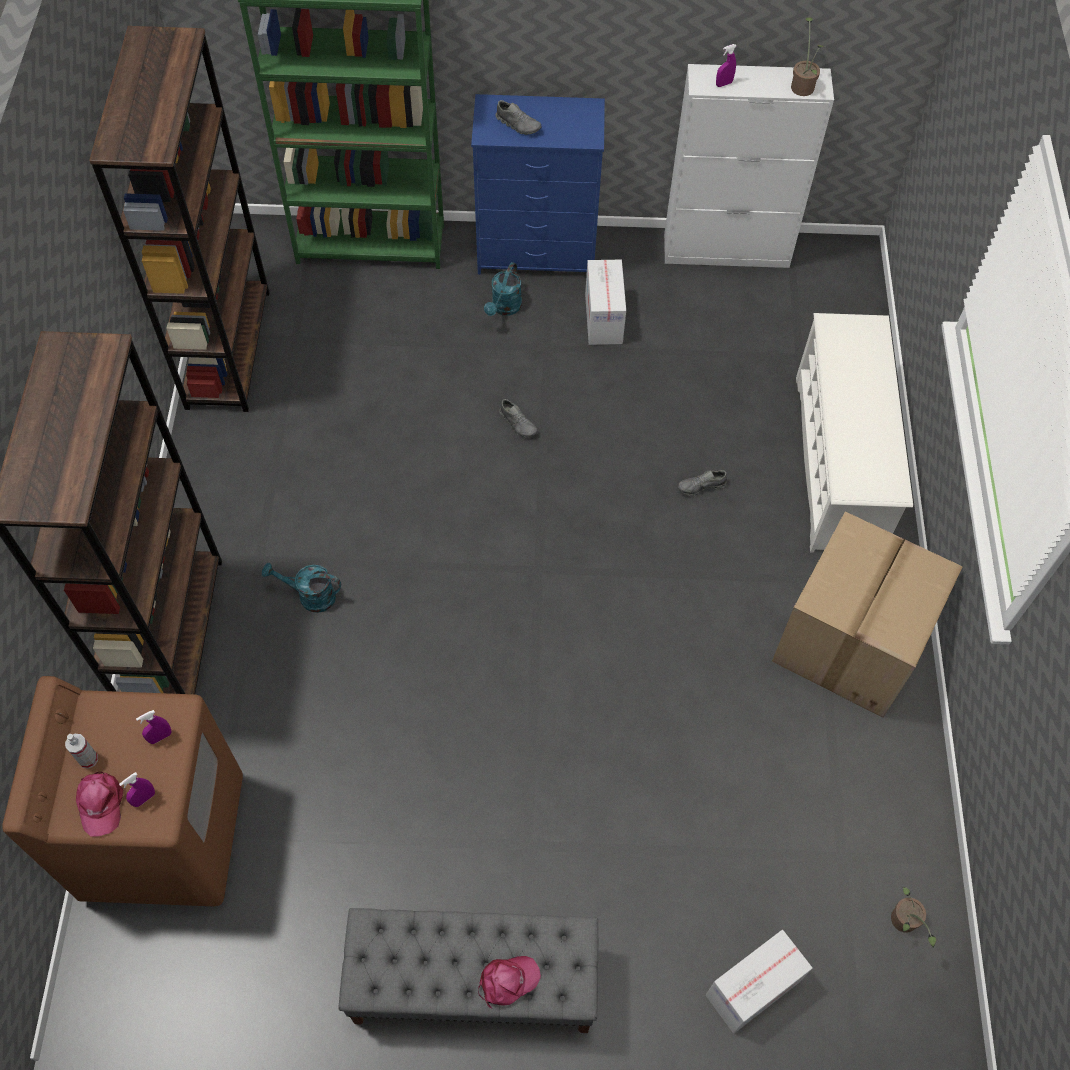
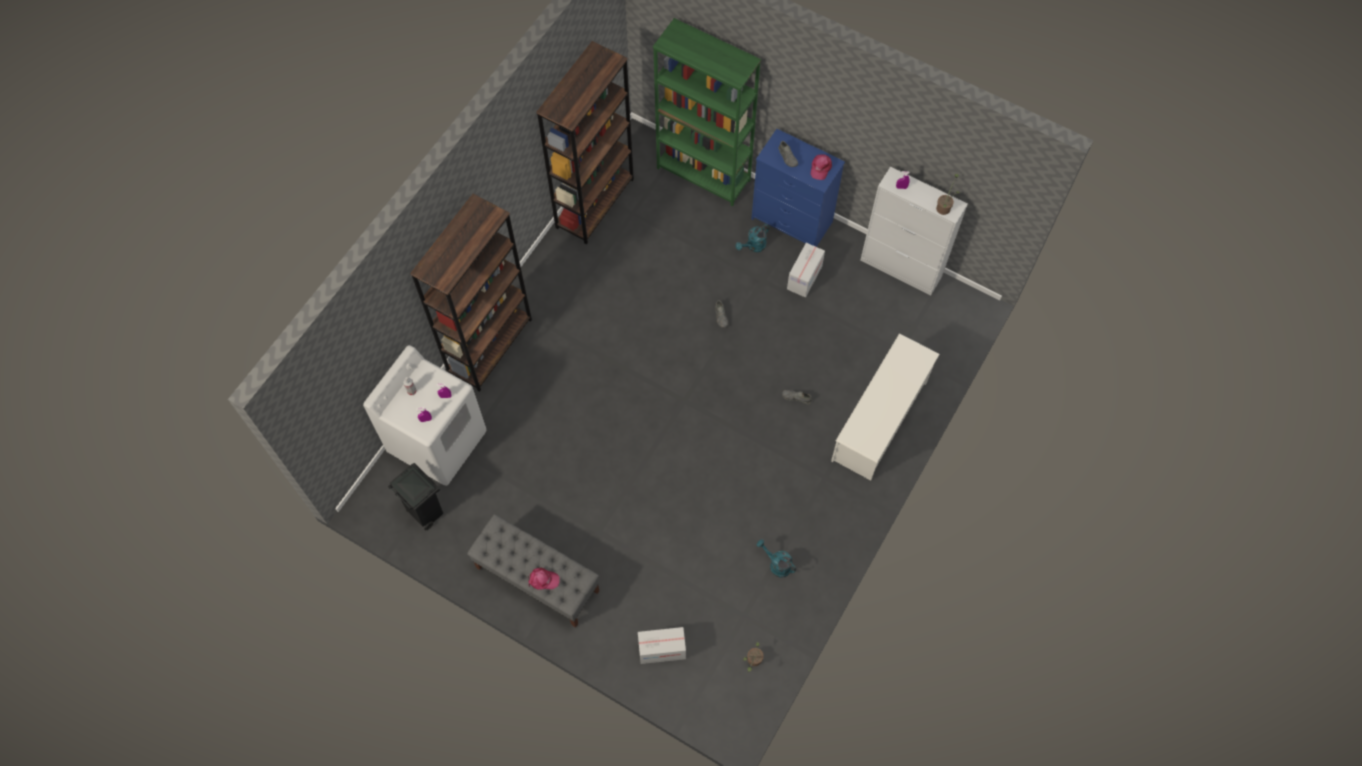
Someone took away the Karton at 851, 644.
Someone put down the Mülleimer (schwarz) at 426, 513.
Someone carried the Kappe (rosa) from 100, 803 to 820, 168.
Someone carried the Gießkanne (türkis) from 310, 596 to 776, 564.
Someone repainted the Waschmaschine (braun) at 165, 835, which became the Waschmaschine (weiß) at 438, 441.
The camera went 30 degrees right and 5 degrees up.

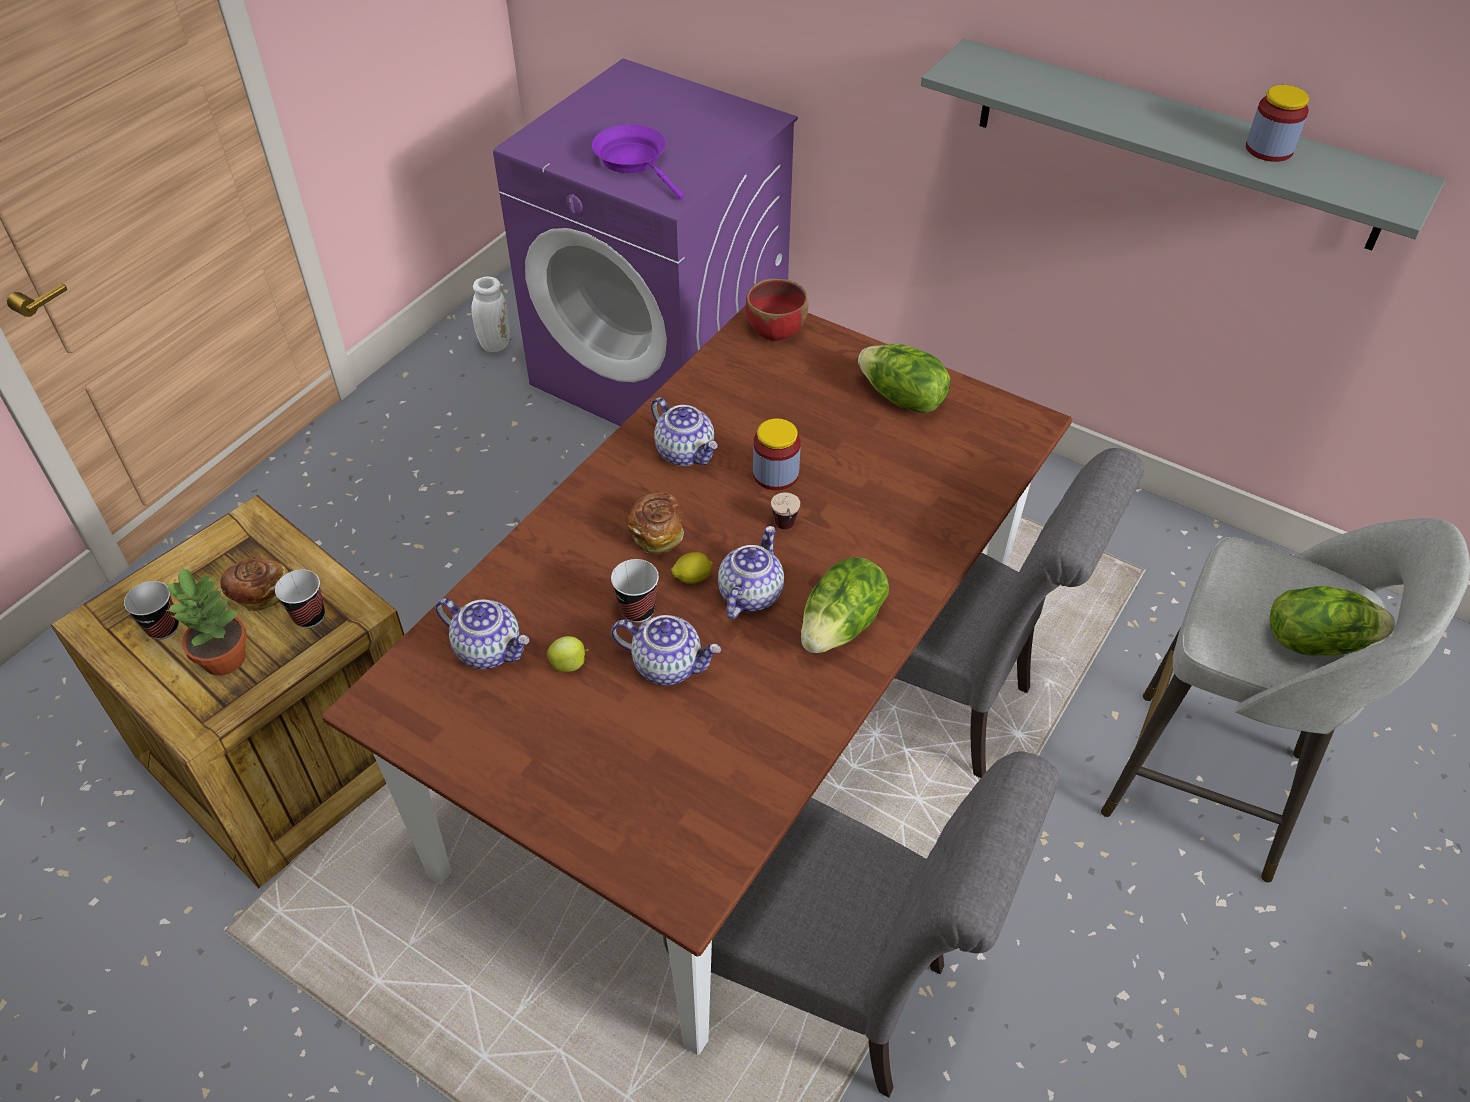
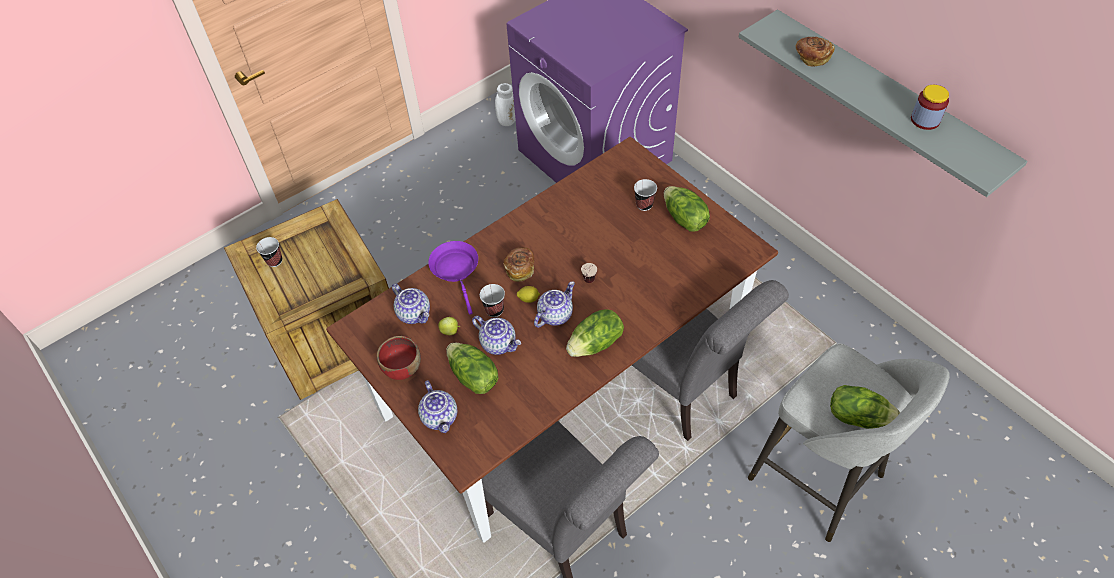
Someone took away the Topfpflanze at 225, 657.
Someone took away the Vorratsglas at 775, 474.
Someone put down the Salatkopf at 473, 377.
Someone carried the Brot from 259, 593 to 811, 57.
Someone carried the Tasse from 309, 616 to 644, 205.
Someone carried the Pfanne (lila) from 634, 161 to 456, 270.
Someone carried the Teekanne from 686, 452 to 440, 417.
Someone carried the Schüssel (rot) from 776, 330 to 402, 368.
The camera went 20 degrees right and 5 degrees up.

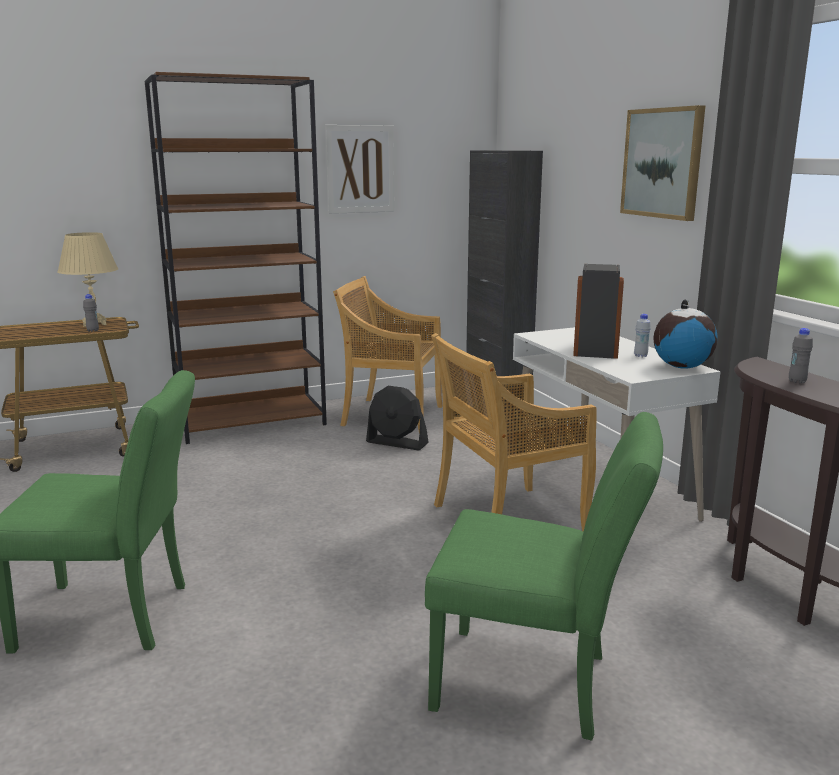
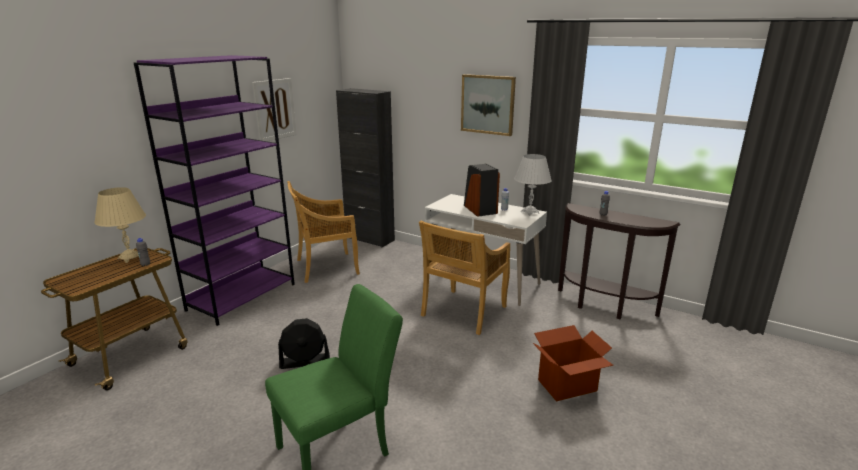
Someone carried the Ventilator (schwarz) from 397, 443 to 305, 361.
Someone swapped the Stuhl (grün) at 536, 684 for the Karton at 567, 386.
Someone swapped the Globus at 681, 367 for the Tischlampe (weiß) at 530, 212.
Someone repainted the Bücherregal (braun) at 252, 422, which became the Bücherregal (lila) at 242, 296.
The camera went 35 degrees left and 5 degrees up.

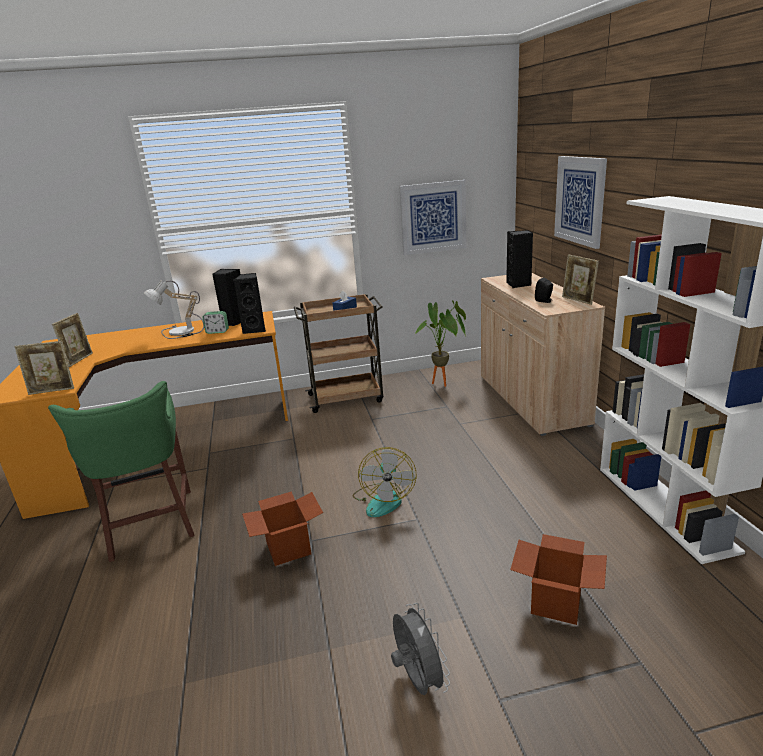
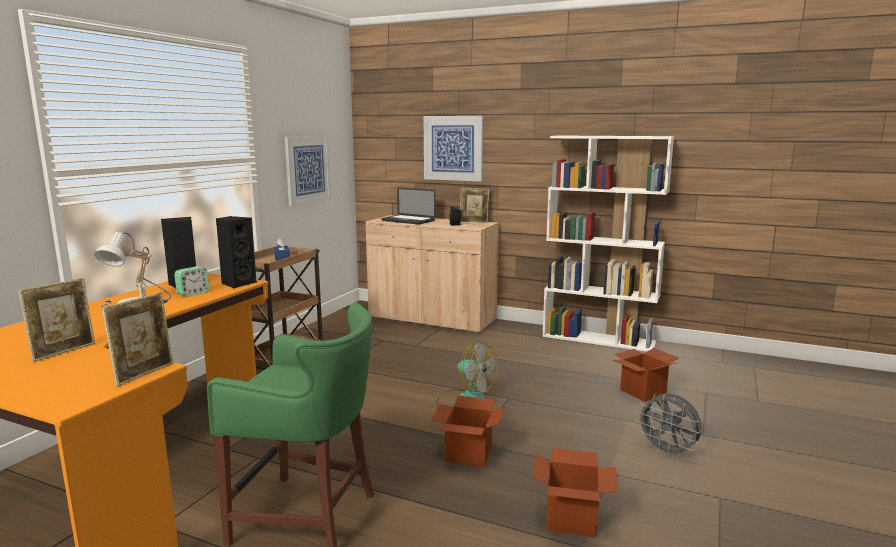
Someone took away the Topfpflanze at 445, 383.
Someone put down the Karton at 571, 520.
Someone swapped the Lautsprecher (schwarz) at 519, 284 for the Laptop at 408, 220.
Someone rotated the Bilderrahmen at 79, 360 by 75 degrees clockwise.
Someone rotated the Ventilator (grau) at 418, 680 by 150 degrees counterclockwise.
The camera went 55 degrees left and 10 degrees down.

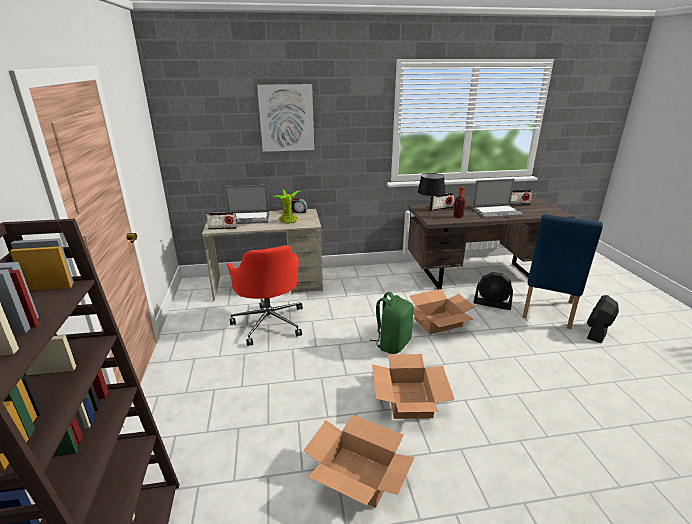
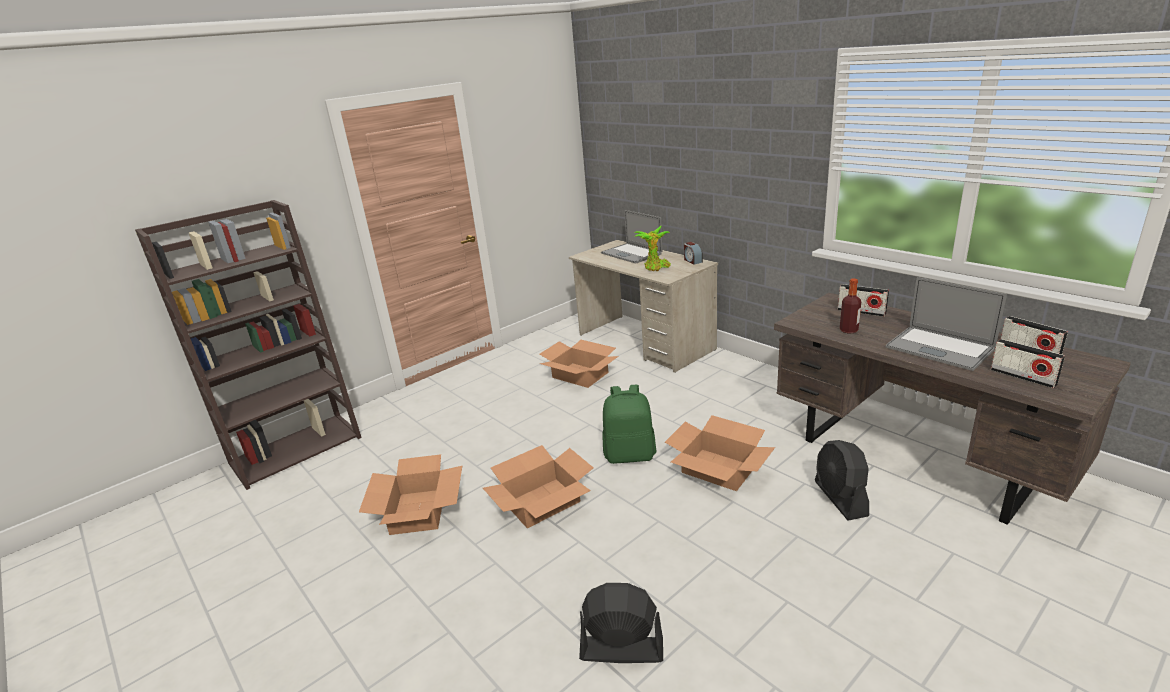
Someone took away the Bild at 286, 118.
Someone took away the Tischlampe (schwarz) at 429, 215.
Someone took away the Stuhl (blau) at 547, 312.
Someone carried the Radio from 223, 228 to 1023, 377.
Someone carried the Ventilator (schwarz) from 597, 332 to 621, 649.
Someone swapped the Bürostuhl (rot) at 269, 322 for the Karton at 580, 375.
The camera went 60 degrees right and 0 degrees up.

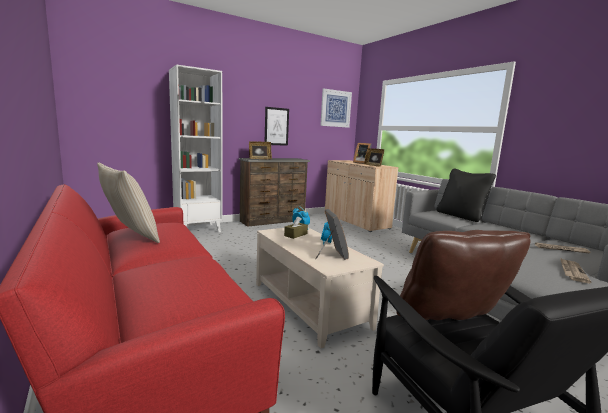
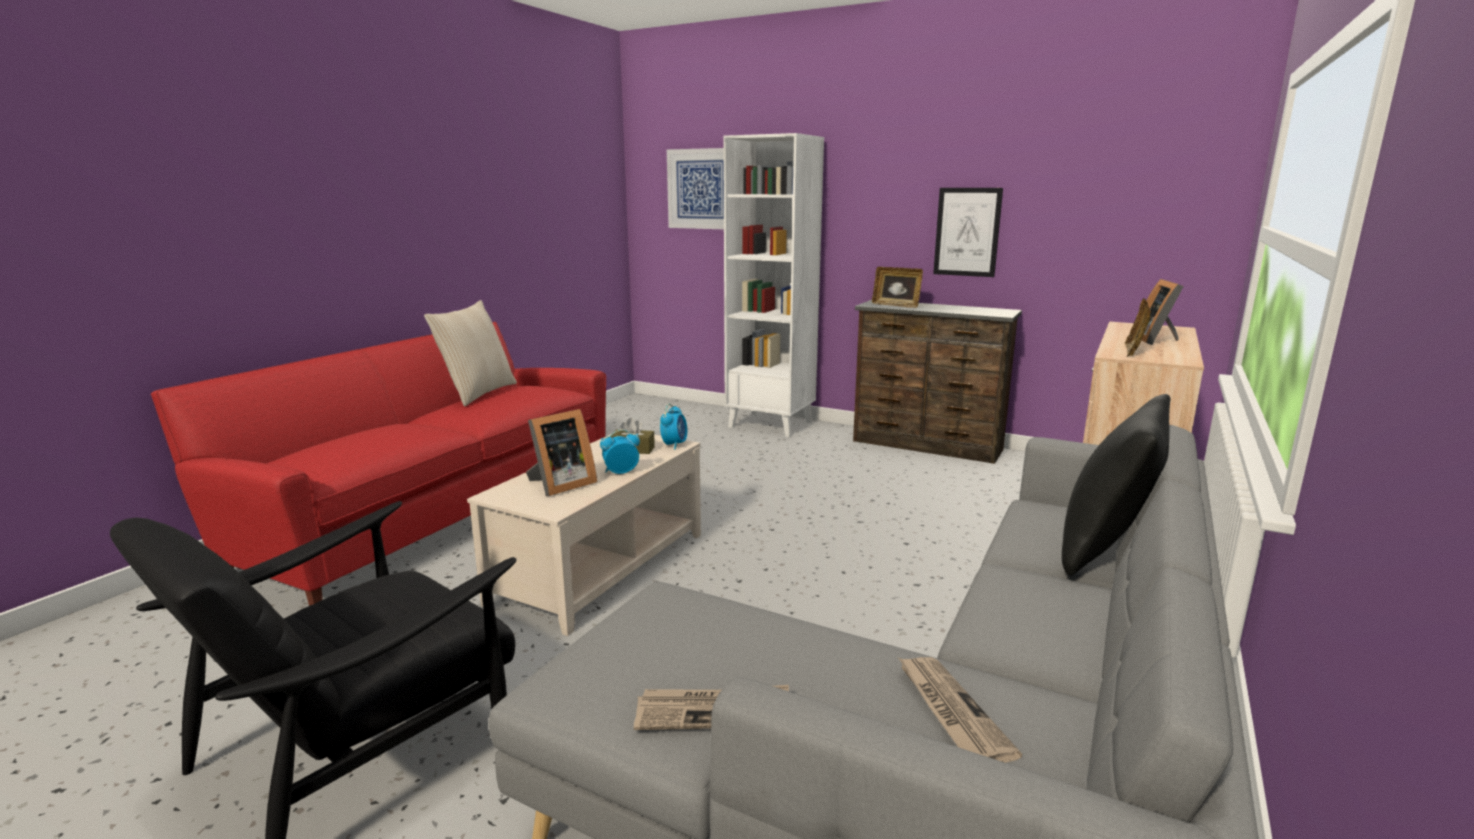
Someone took away the Kissen (braun) at 452, 324.
Someone carried the Bild from 335, 108 to 701, 189.
The camera went 60 degrees right and 5 degrees up.

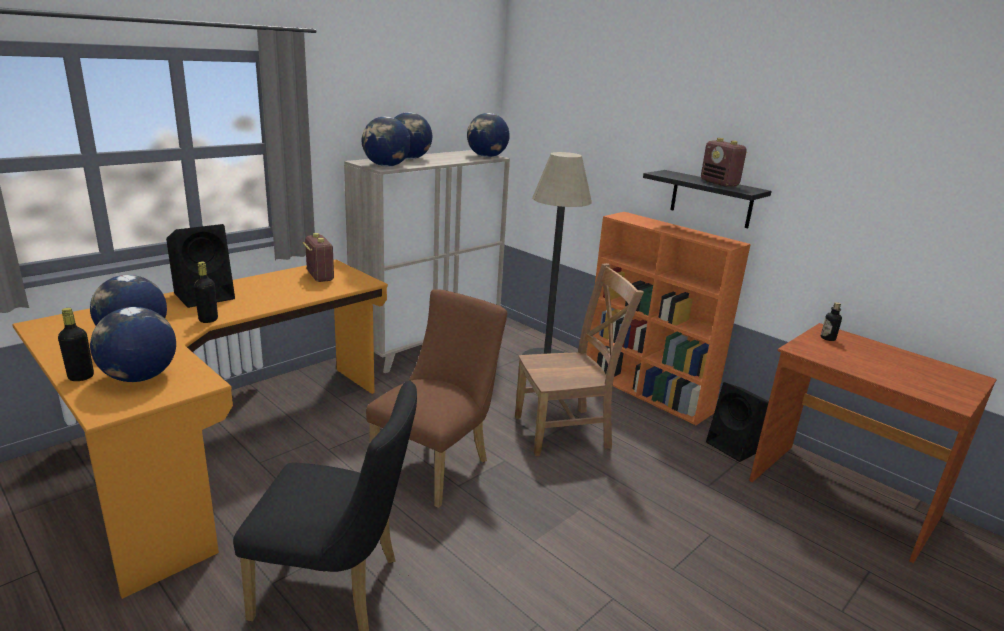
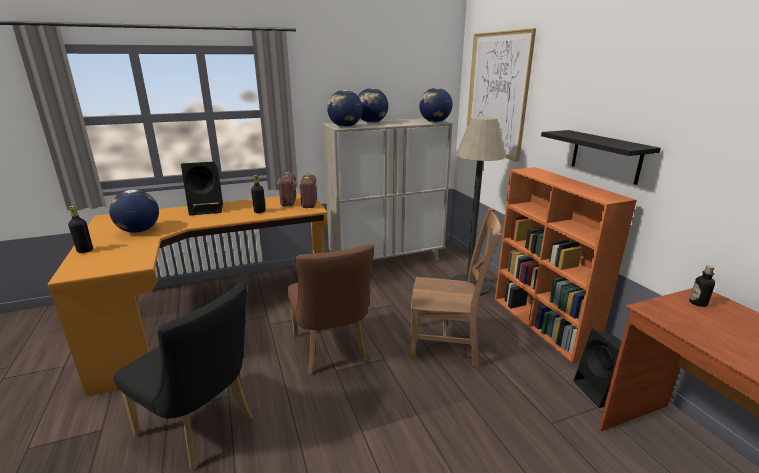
Someone took away the Globus at 139, 377.
Someone put up the Bild at 497, 94.
Someone carried the Flasche (schwarz) from 208, 320 to 259, 211.
Someone carried the Radio from 719, 183 to 309, 204.
Someone rotated the Stuhl (braun) at 437, 465 by 105 degrees clockwise.
The camera went 25 degrees right and 0 degrees up.

